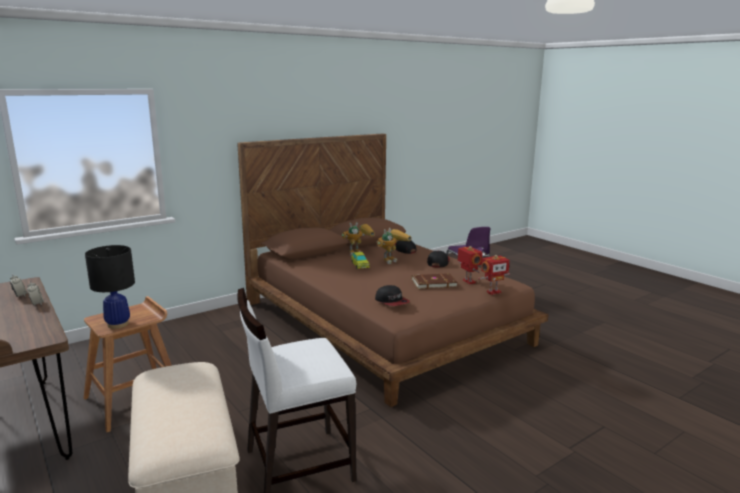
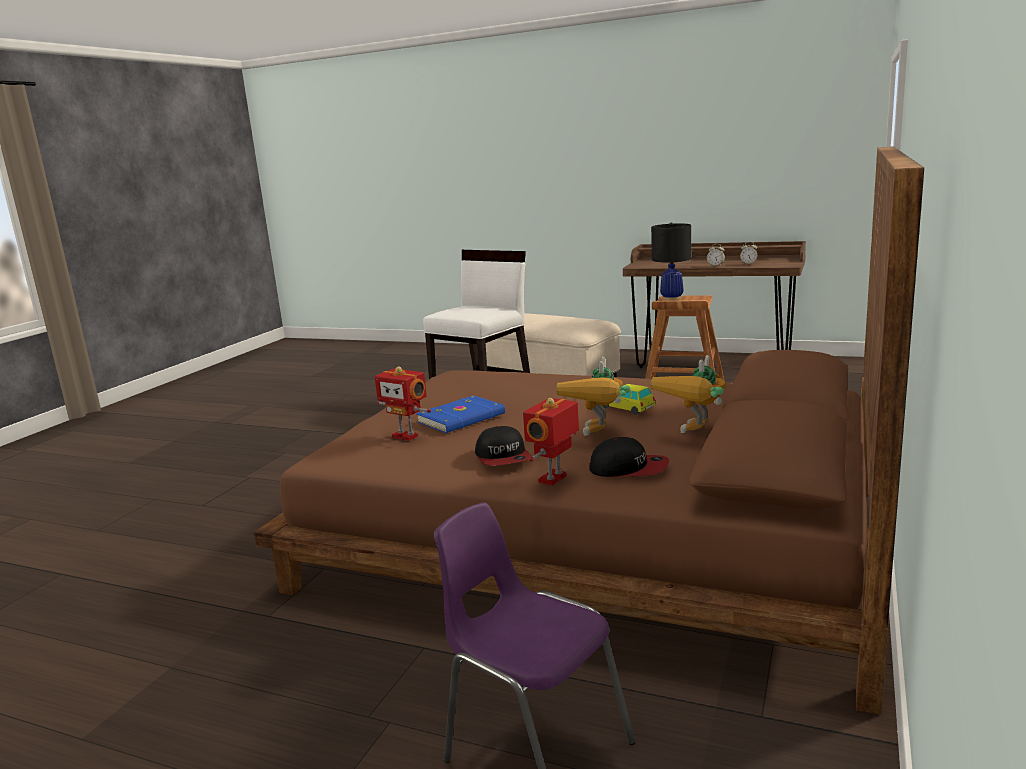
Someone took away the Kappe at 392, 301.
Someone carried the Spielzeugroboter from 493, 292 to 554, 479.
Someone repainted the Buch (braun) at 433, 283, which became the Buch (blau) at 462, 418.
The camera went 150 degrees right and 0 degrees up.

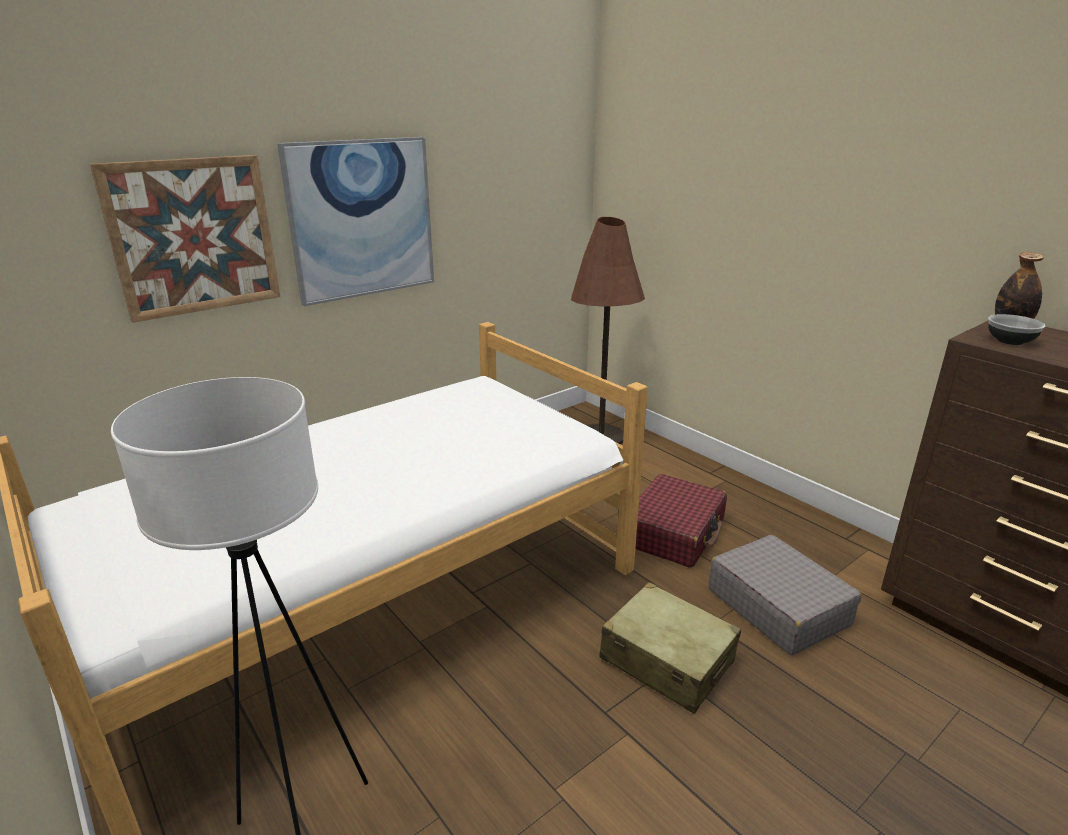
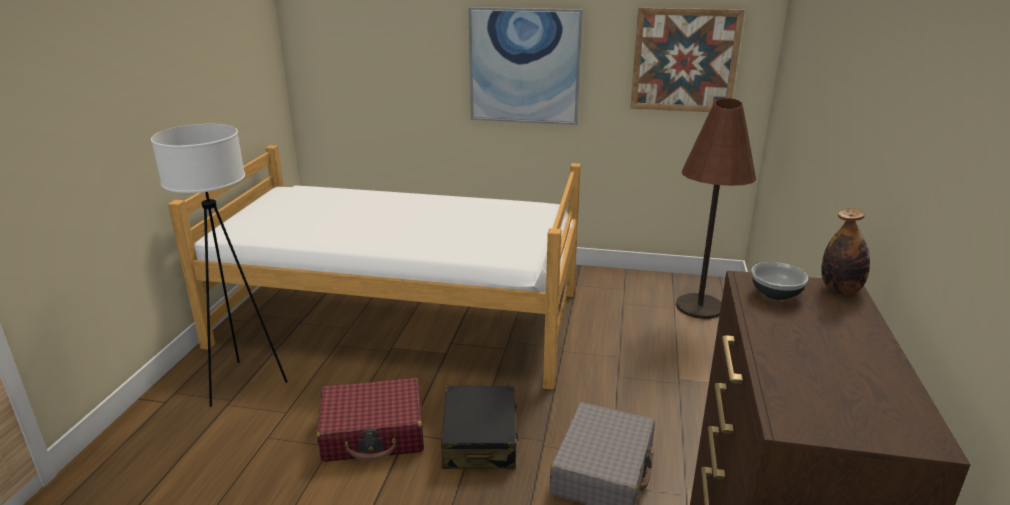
Someone carried the Bild from 194, 236 to 684, 60.
Someone carried the Koffer (rot) from 673, 532 to 373, 433.
Someone repainted the Koffer (beige) at 667, 660, which became the Koffer (schwarz) at 480, 440.
The camera went 50 degrees right and 0 degrees up.

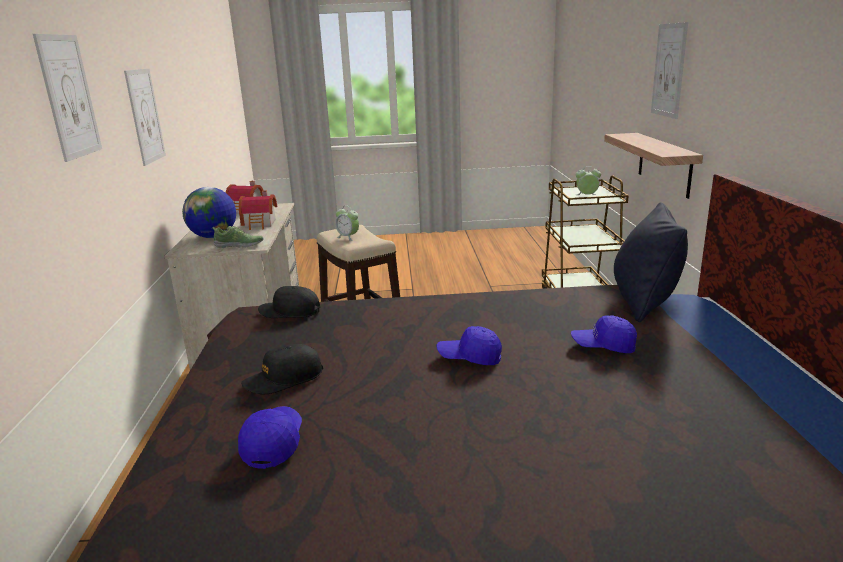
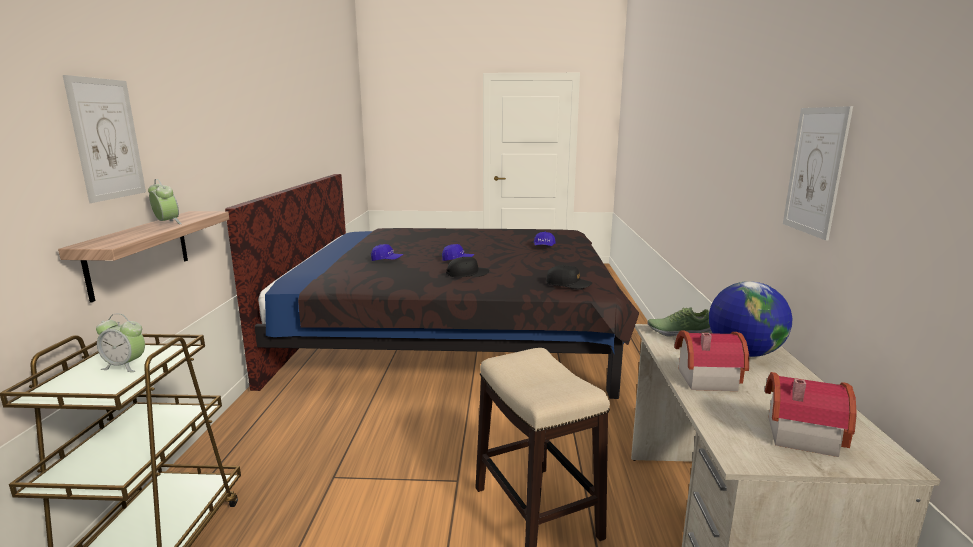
Someone took away the Bild at 69, 96.
Someone took away the Kissen (schwarz) at 643, 302.
Someone carried the Kappe (schwarz) from 283, 379 to 467, 274.
Someone carried the Wecker from 348, 237 to 167, 223.
The camera went 175 degrees left and 5 degrees down.

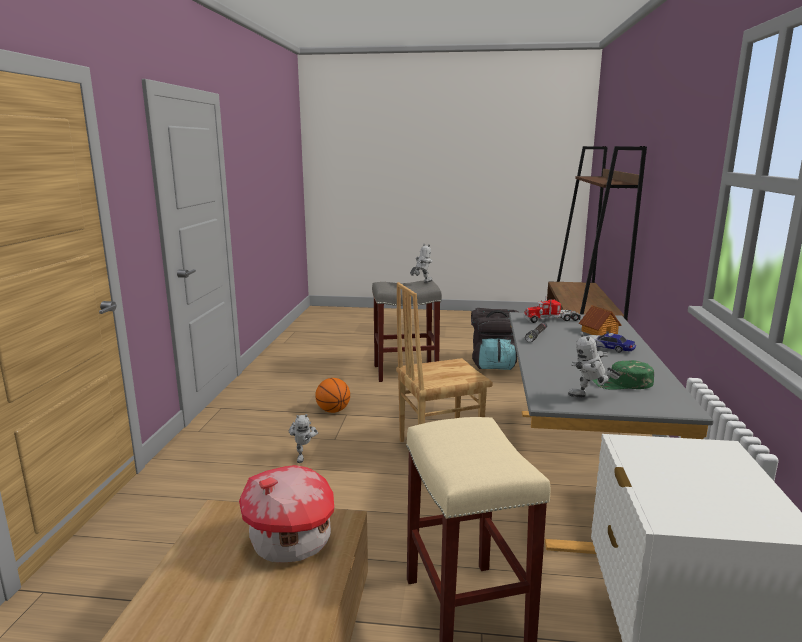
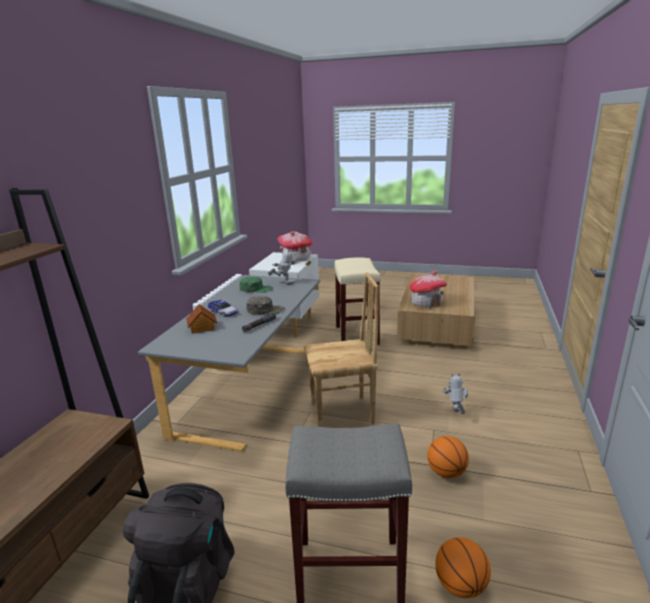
Someone took away the Spielzeugroboter at 421, 283.
Someone took away the Spielzeuglaster at 551, 319.
Someone put down the Kappe (grün) at 265, 310.
Someone put down the Spielzeughaus at 296, 258.
Someone put down the Basketball at 460, 585.
The camera went 170 degrees left and 5 degrees up.

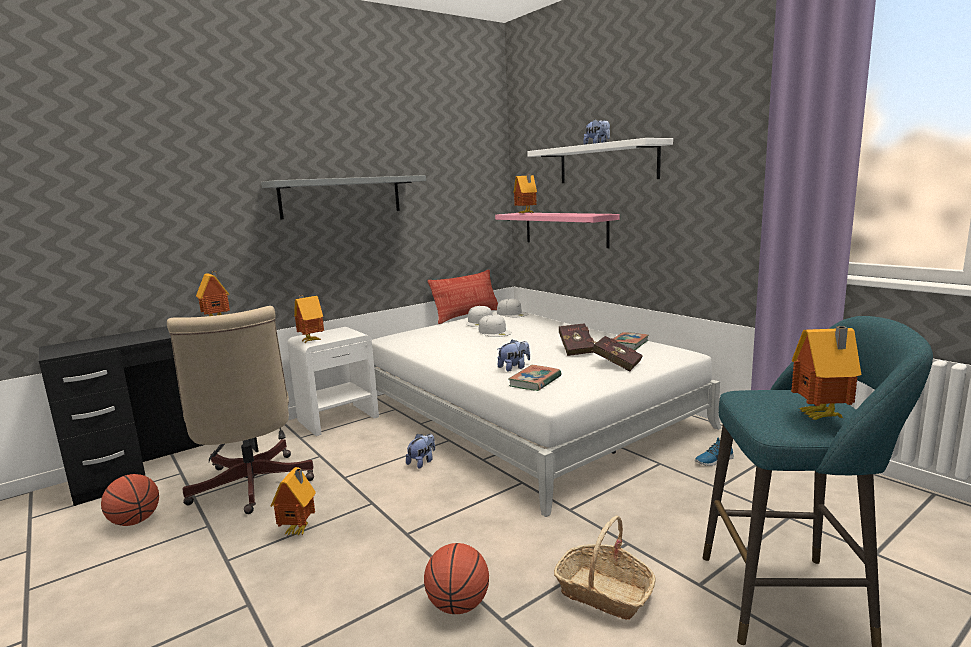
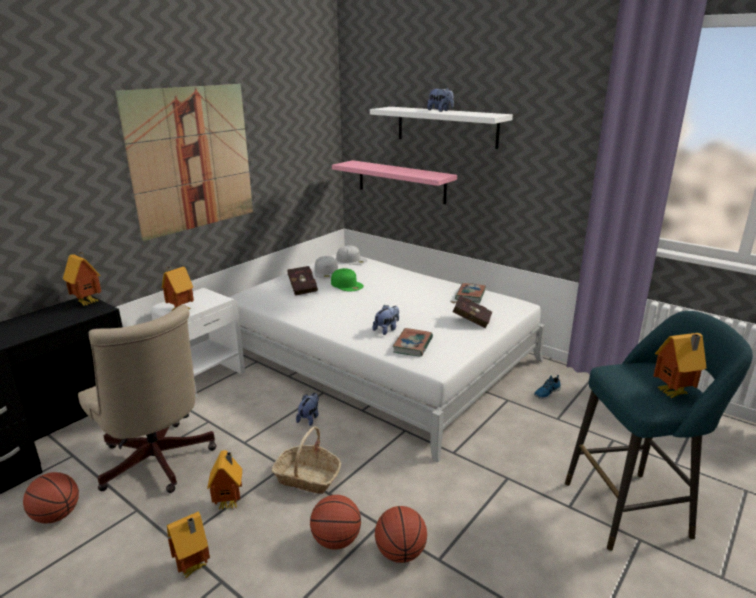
Someone took away the Kissen at 467, 316.
Someone put down the Basketball at 336, 540.
Someone carried the Spielzeughaus from 526, 213 to 193, 569.
Someone carried the Korb from 604, 592 to 307, 477.
Someone carried the Buch (rot) from 576, 349 to 302, 288.
Someone swapped the Wandregal (grau) at 341, 197 for the Bild at 192, 159.
Someone repainted the Kappe (weiß) at 495, 332, which became the Kappe (grün) at 347, 284.
The camera went 15 degrees left and 10 degrees up.

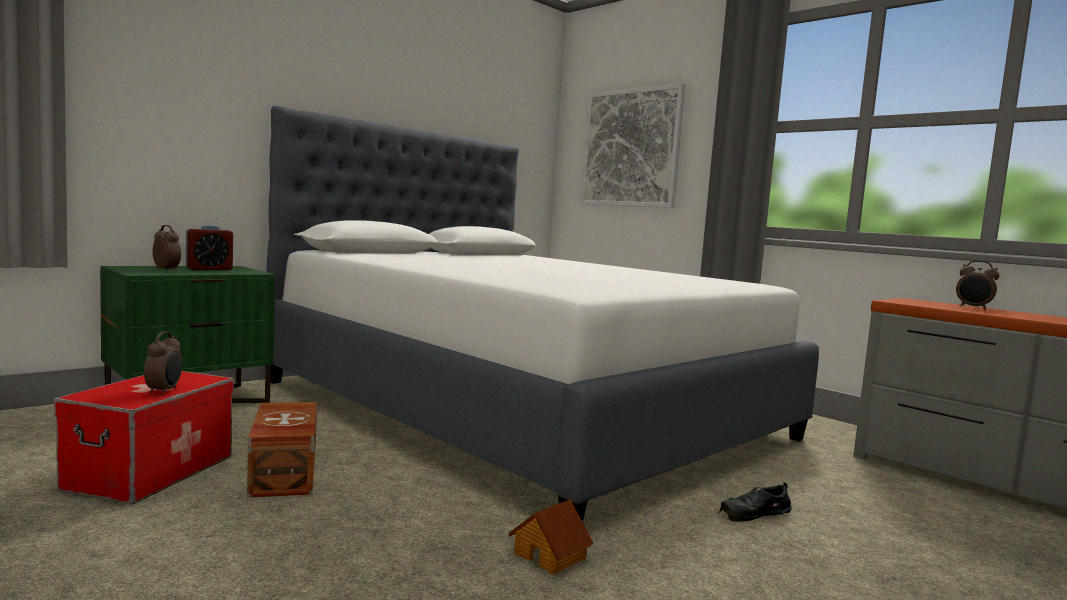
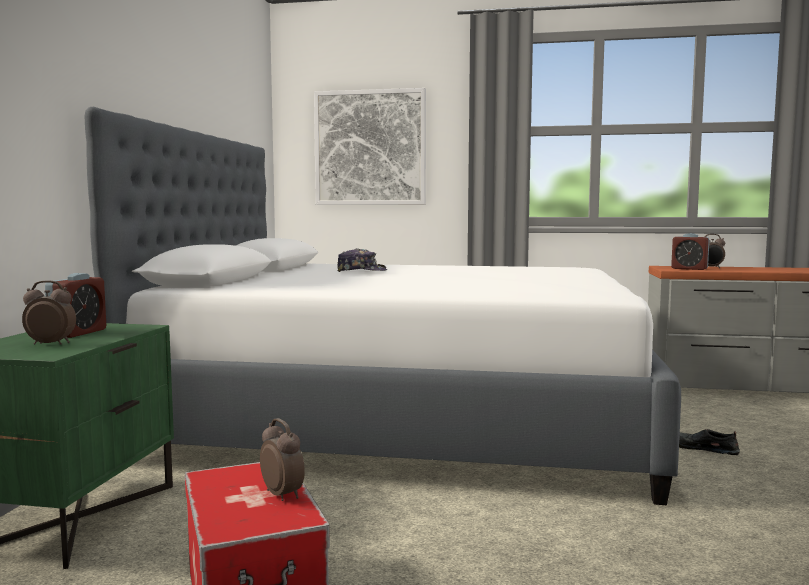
Someone took away the Aufbewahrungsbox (braun) at 282, 473.
Someone took away the Spielzeughaus at 550, 555.
Someone put down the Kappe at 361, 271.
Someone put down the Wecker at 689, 269.
Someone rotated the Schuh (schwarz) at 753, 513 by 90 degrees clockwise.
The camera went 35 degrees left and 0 degrees up.

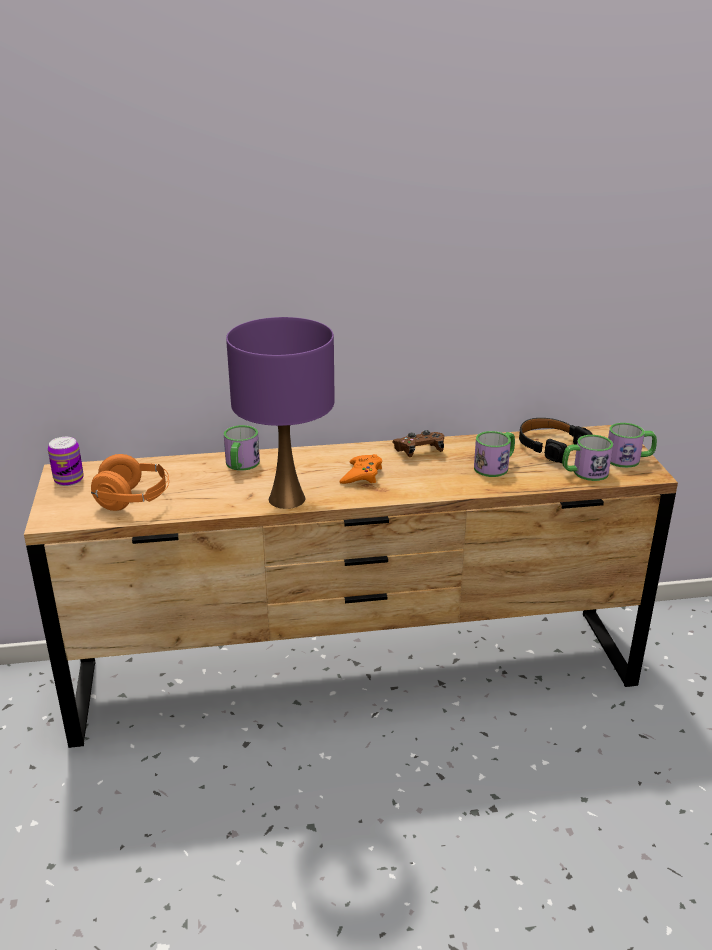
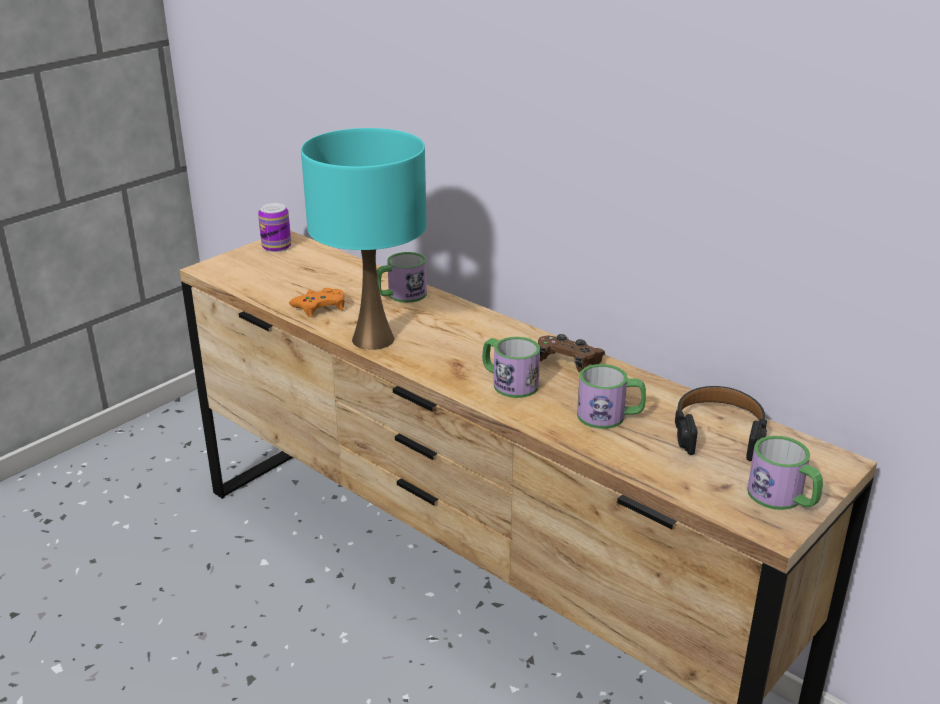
Someone took away the Kopfhörer (orange) at 134, 500.
Someone carried the Gamepad (orange) from 362, 475 to 320, 307.
Someone carried the Henkelbecher from 584, 473 to 509, 383.
Someone repainted the Tischlampe (lila) at 287, 499, which became the Tischlampe (türkis) at 373, 340.
The camera went 50 degrees right and 0 degrees up.

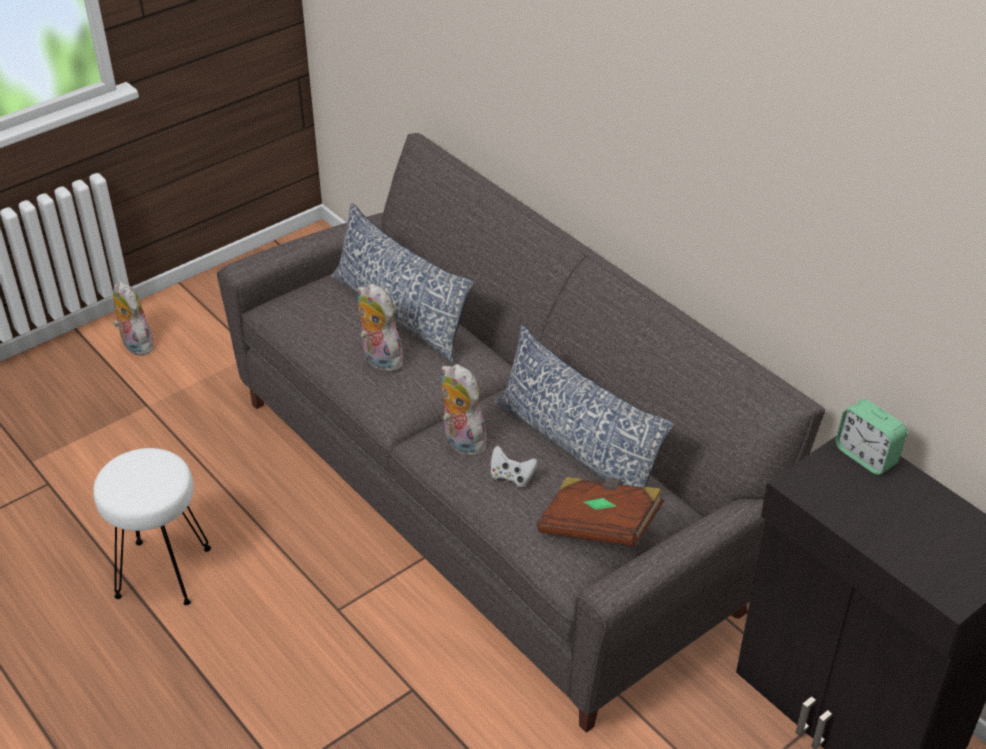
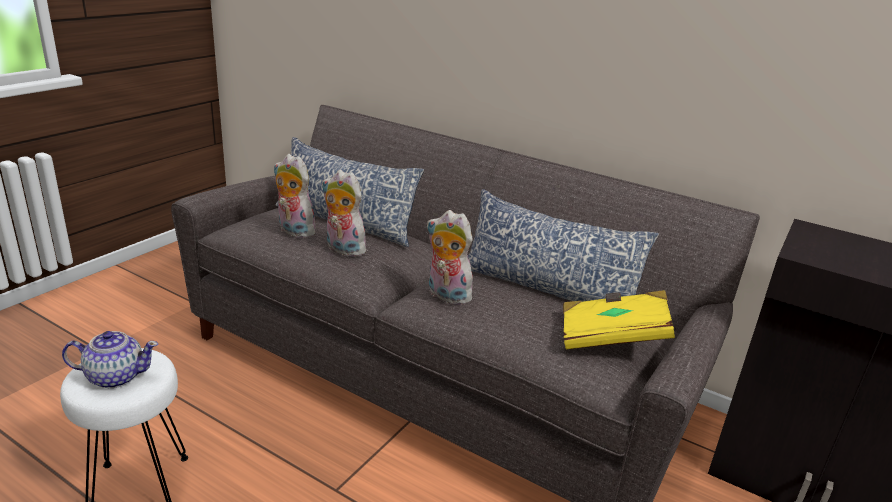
Someone took away the Gamepad (weiß) at 511, 477.
Someone took away the Wecker at 866, 456.
Someone put down the Teekanne at 115, 376.
Someone carried the Plüschtier from 135, 344 to 293, 231.
Someone repainted the Buch (braun) at 599, 526, which became the Buch (gelb) at 611, 338.
The camera went 20 degrees left and 15 degrees down.

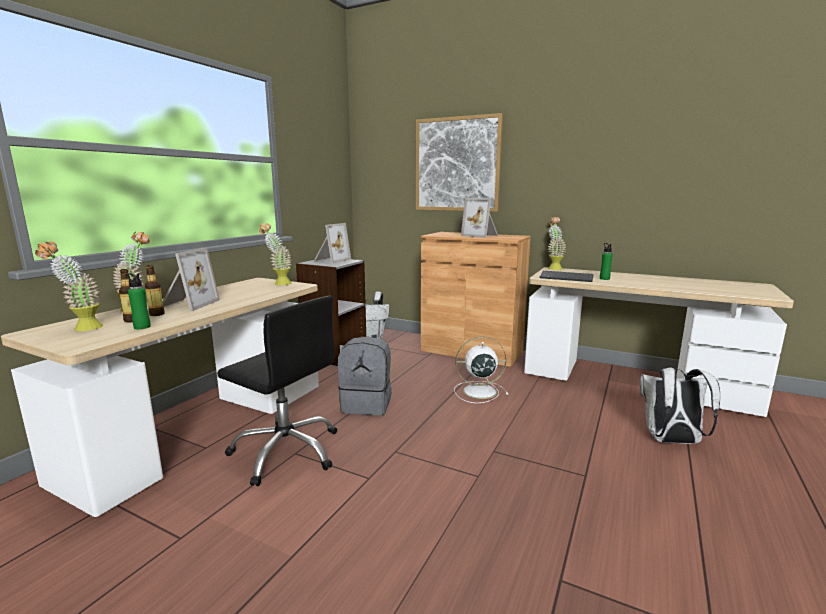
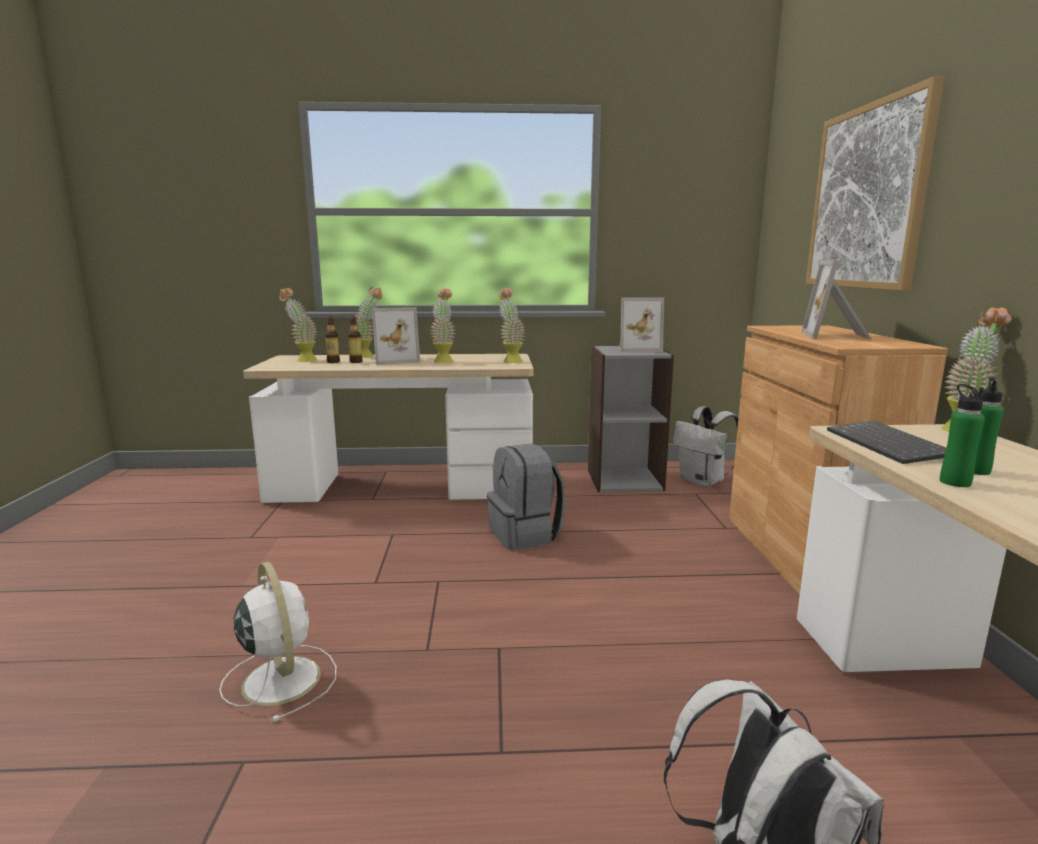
Someone took away the Bürostuhl (schwarz) at 286, 451.
Someone put down the Topfpflanze at 444, 361.
Someone carried the Flasche (grün) from 142, 327 to 955, 482.
Someone carried the Ventilator (weiß) from 478, 391 to 280, 678.
The camera went 60 degrees right and 0 degrees up.

